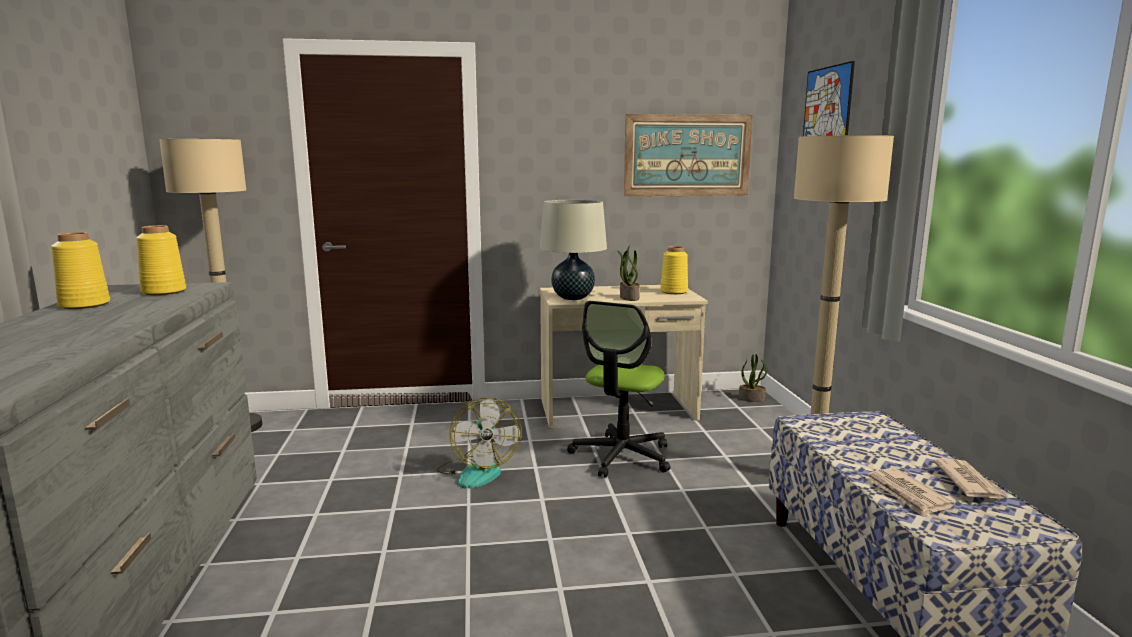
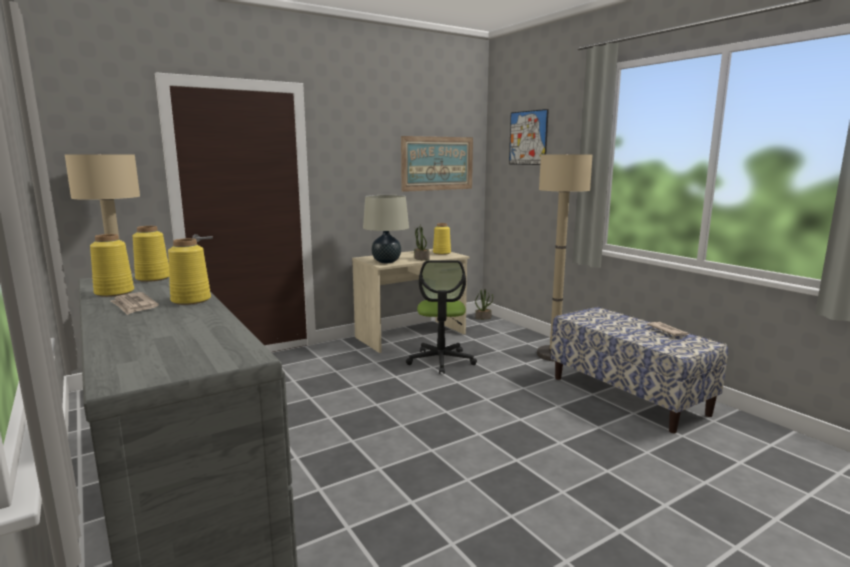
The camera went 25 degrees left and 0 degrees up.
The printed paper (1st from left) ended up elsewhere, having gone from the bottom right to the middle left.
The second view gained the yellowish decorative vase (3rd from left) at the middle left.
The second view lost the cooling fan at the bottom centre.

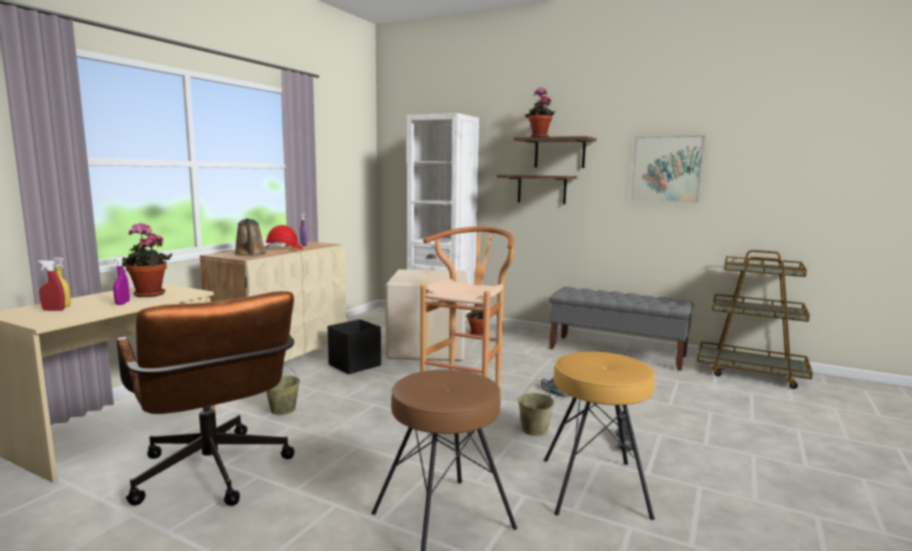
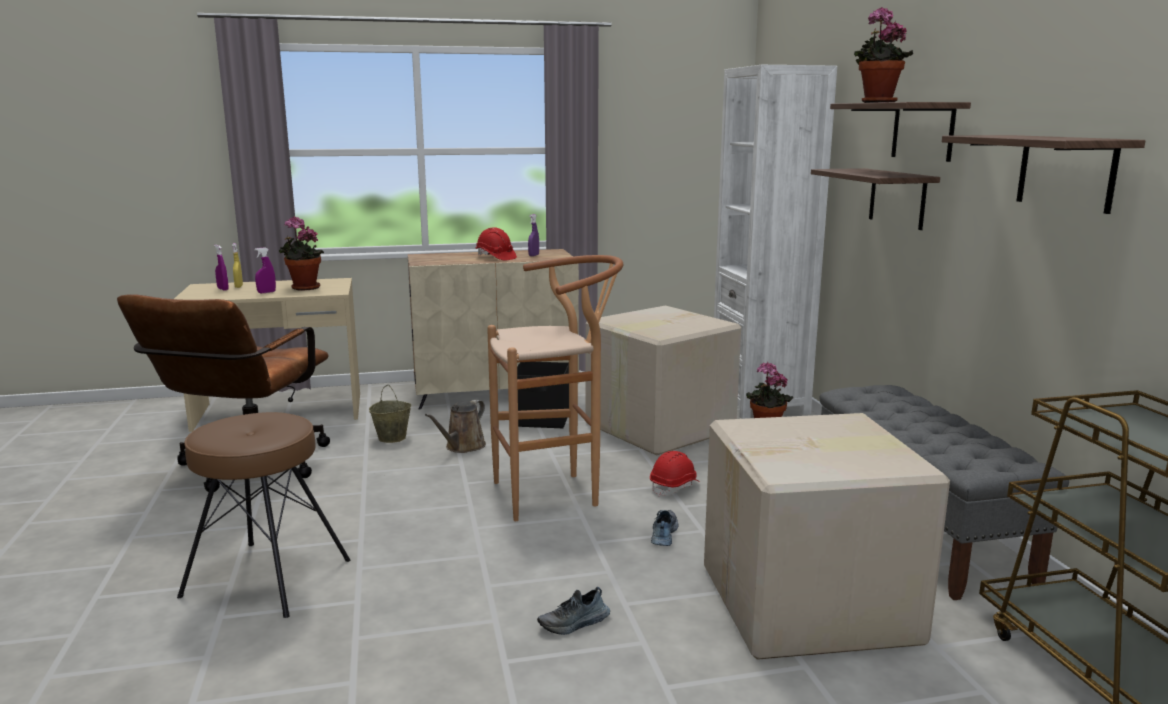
The camera went 50 degrees right and 5 degrees up.
What was the reddish sprayer at the middle left turned into the purplish sprayer (1st from left) at the middle left.
The brownish sprinkling can ended up elsewhere, having gone from the middle left to the centre.
The second view gained the reddish hard hat (2nd from left) at the bottom centre.
The second view gained the cardboard box (2nd from left) at the bottom right.
Where the picture hung at the top right, the shelf (3rd from left) came to hang at the top right.
The second view lost the beige water bucket (2nd from left) at the bottom centre.
The second view lost the brownish stool (3rd from left) at the bottom centre.

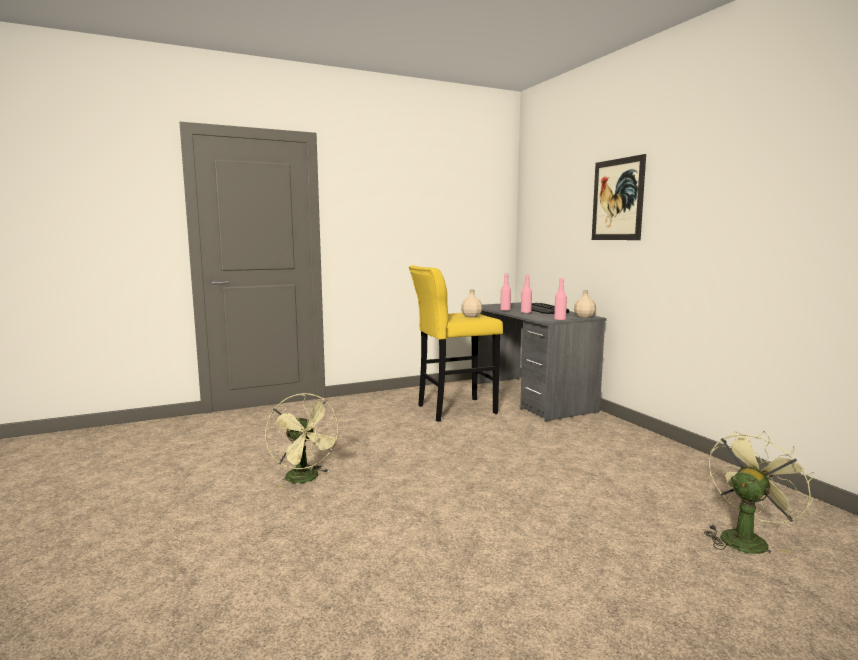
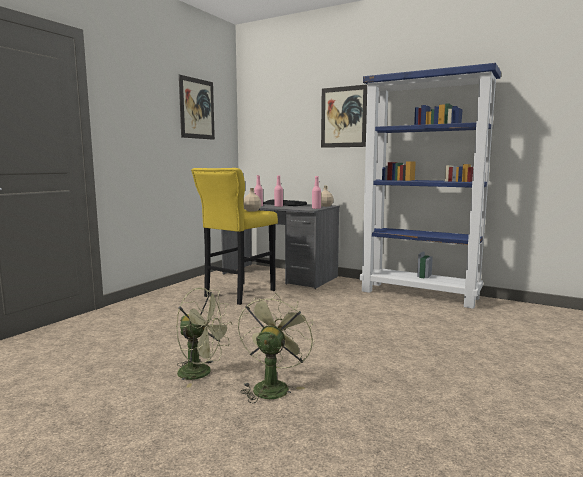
The camera went 35 degrees left and 0 degrees up.
The second view gained the picture (1st from left) at the top centre.
The green cooling fan (2nd from left) ended up elsewhere, having gone from the bottom right to the bottom centre.
The second view gained the bluish shelving unit at the middle right.

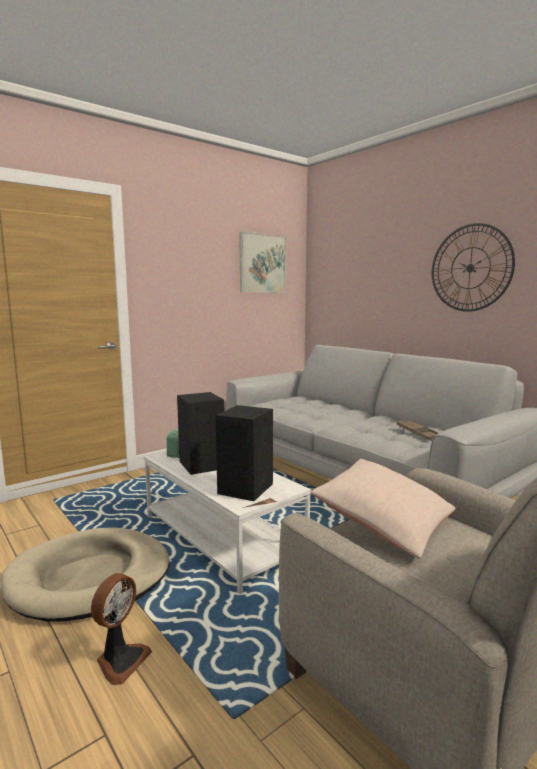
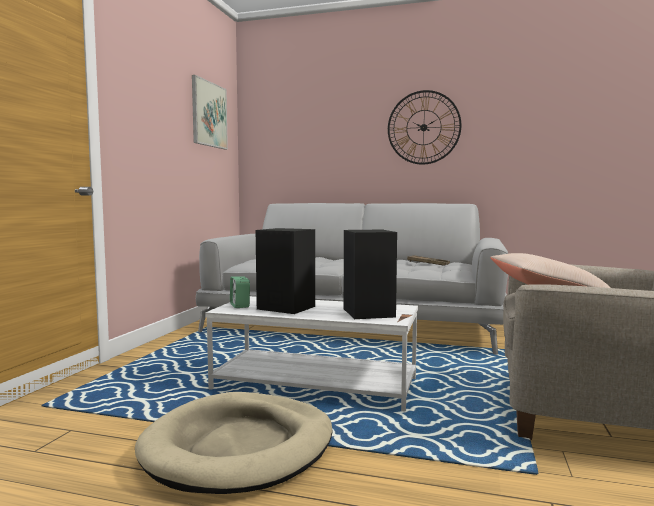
The camera went 35 degrees left and 5 degrees down.
The second view lost the cooling fan at the bottom left.

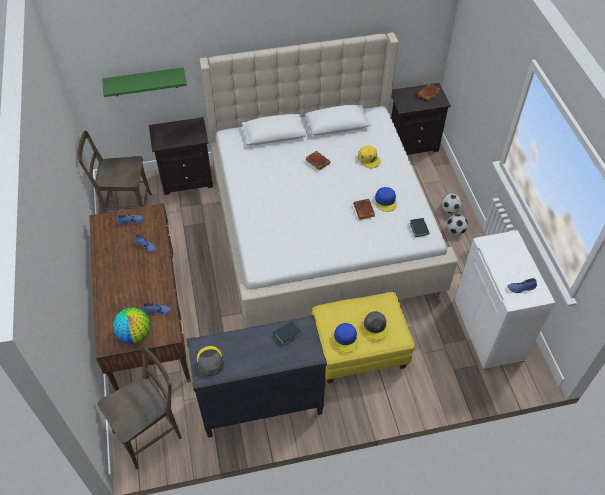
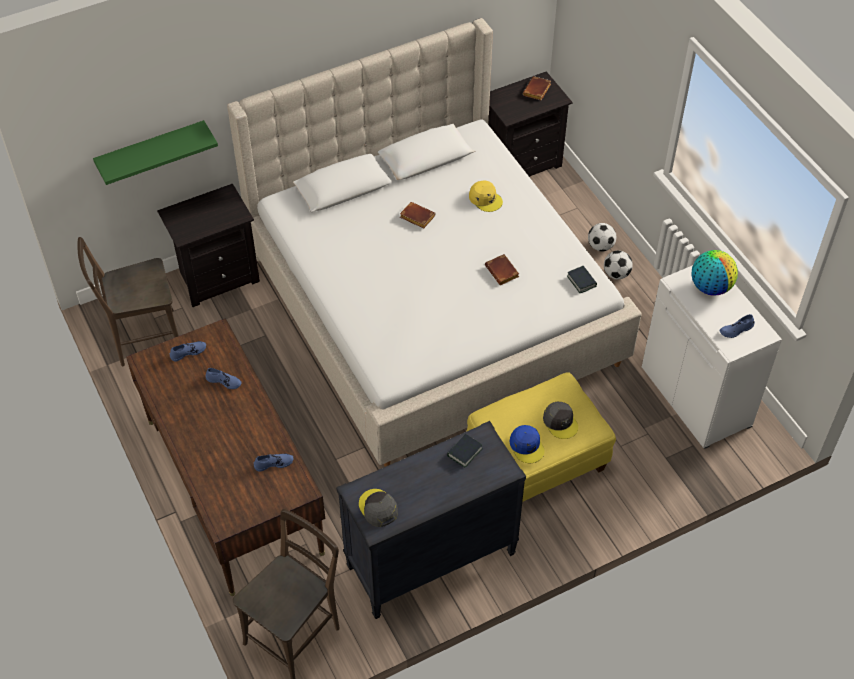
The camera went 15 degrees left and 0 degrees up.
The world globe ended up elsewhere, having gone from the middle left to the middle right.
The second view lost the bluish peaked cap (2nd from left) at the centre.

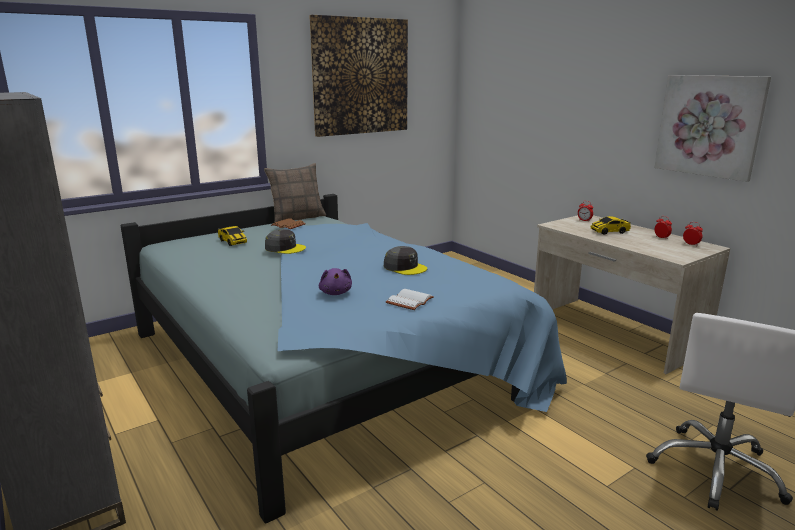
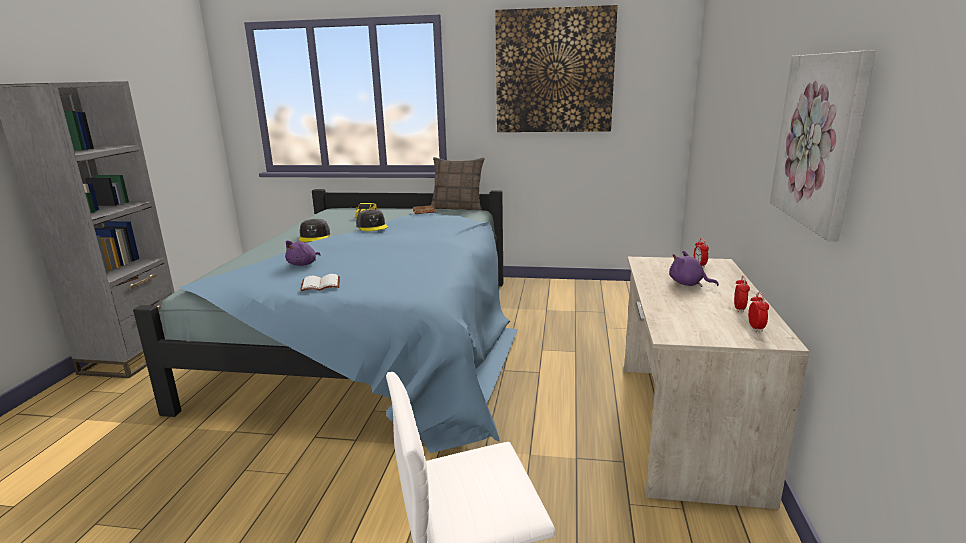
The camera went 45 degrees right and 0 degrees up.
The greyish peaked cap (2nd from left in the first image) ended up elsewhere, having gone from the centre to the middle left.
Where the miniature car (2nd from left) stood at the middle right, the purplish plush toy (2nd from left) came to stand at the middle right.

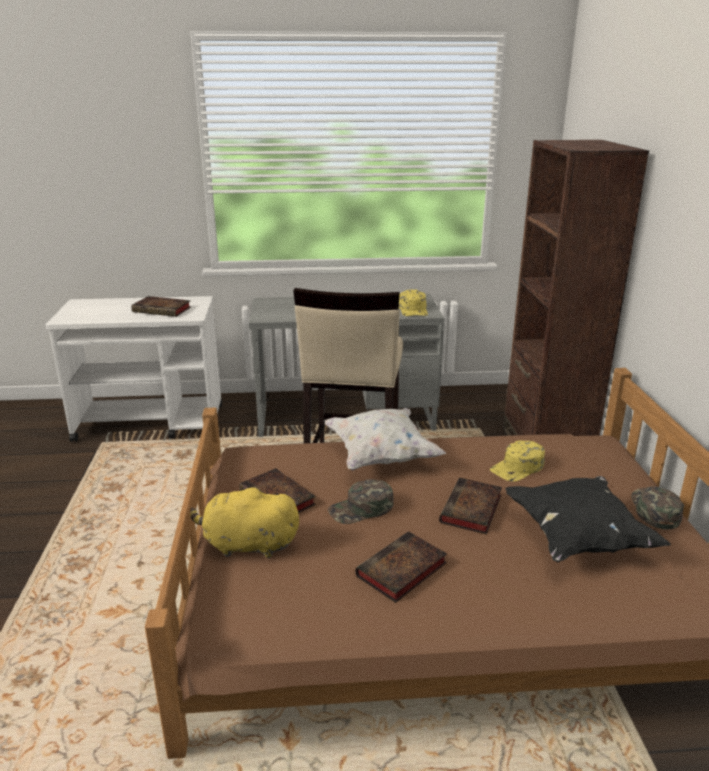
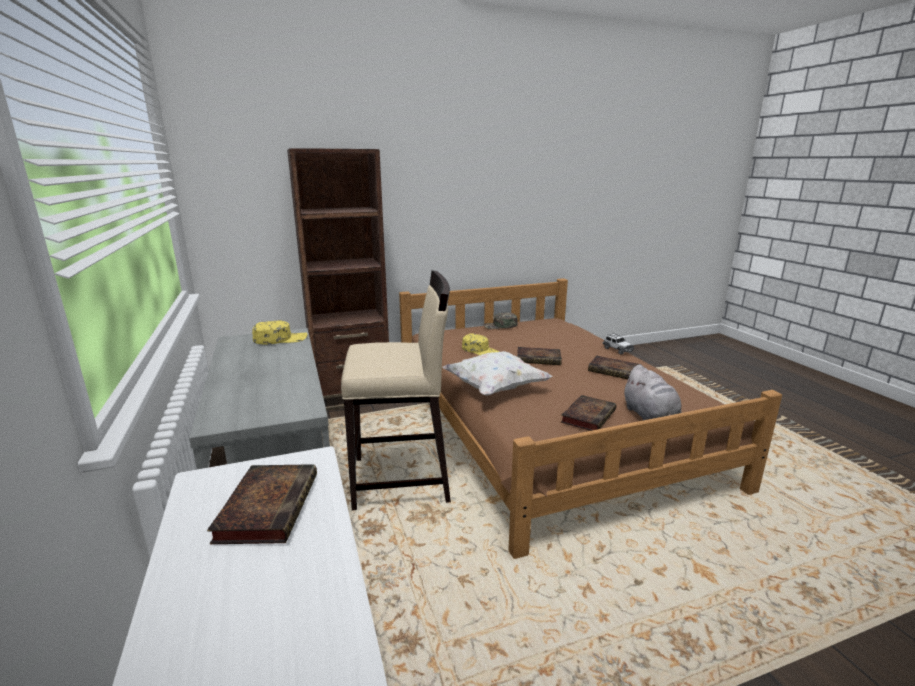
The camera went 105 degrees left and 5 degrees down.
The second view gained the miniature car at the middle right.
What was the yellowish plush toy at the bottom centre turned into the greyish plush toy at the middle right.
The second view lost the green peaked cap (1st from left) at the centre.
The second view lost the blackish throw pillow at the bottom right.

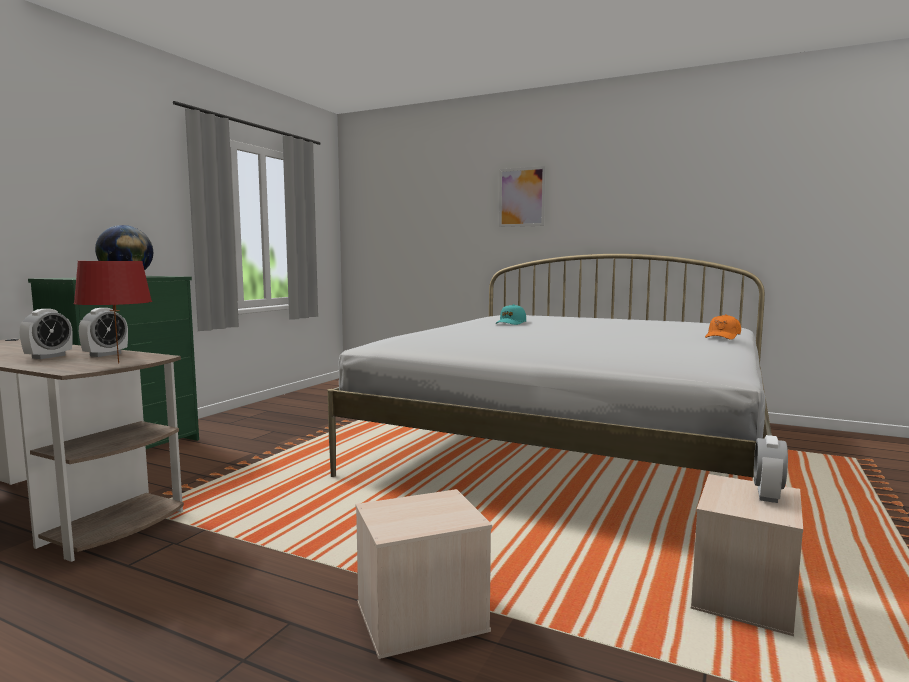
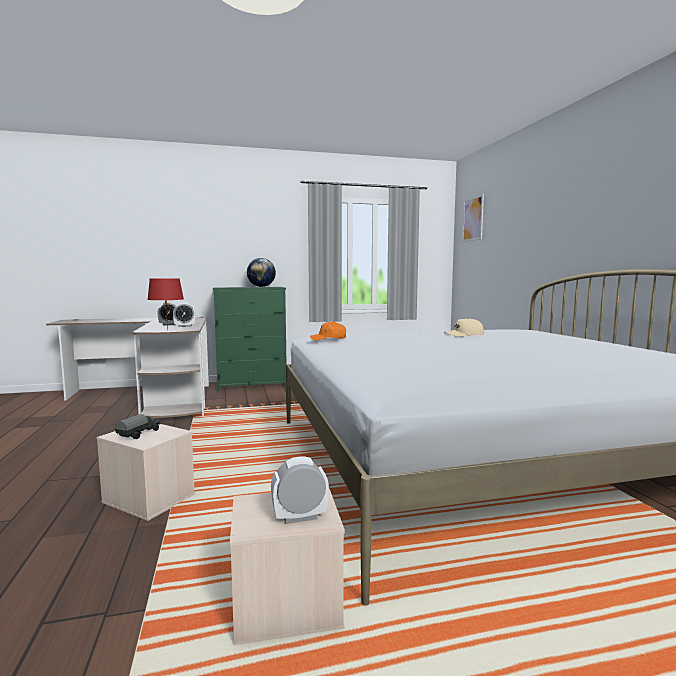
The camera went 50 degrees right and 0 degrees up.
The second view gained the toy truck at the middle left.
The orange peaked cap ended up elsewhere, having gone from the middle right to the centre.
What was the turquoise-coloured peaked cap at the centre turned into the beige peaked cap at the middle right.
The picture ended up elsewhere, having gone from the top centre to the top right.

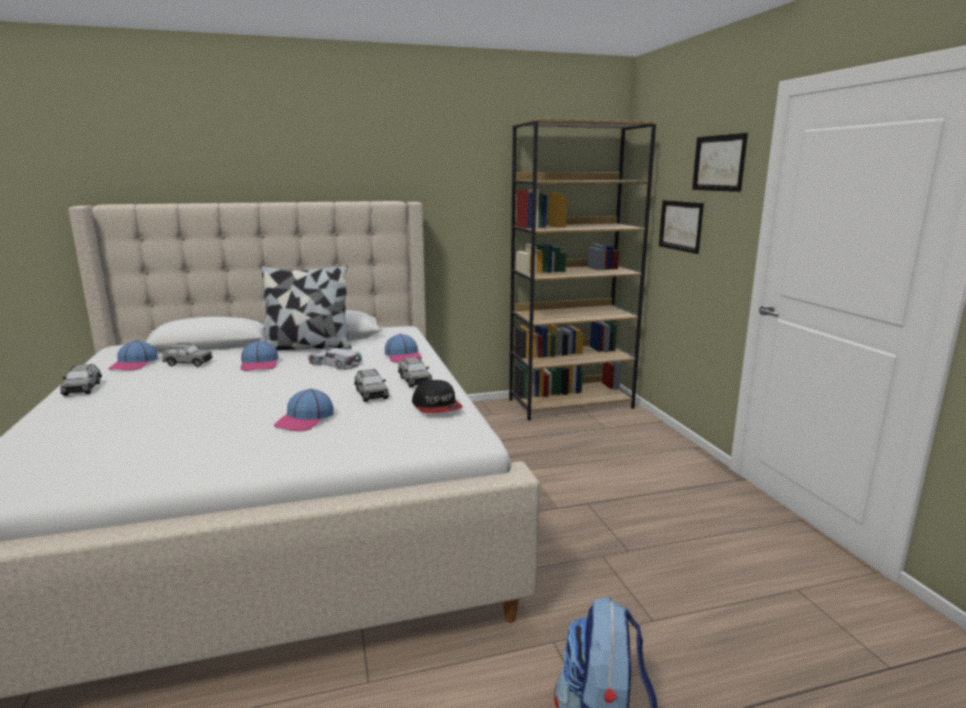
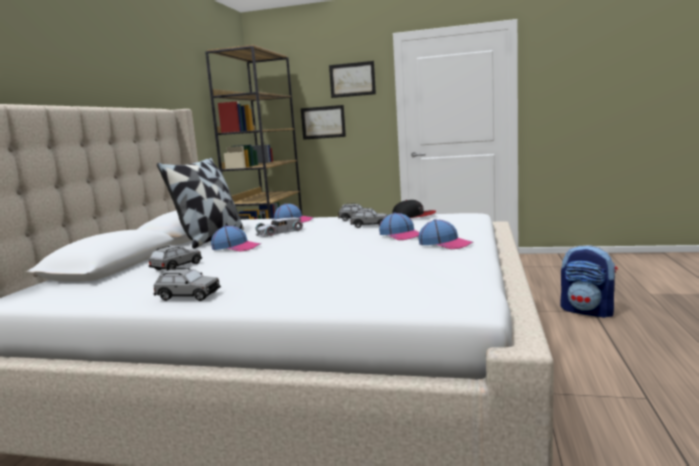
The camera went 60 degrees left and 5 degrees down.
The peaked cap (1st from left in the first image) ended up elsewhere, having gone from the middle left to the centre.

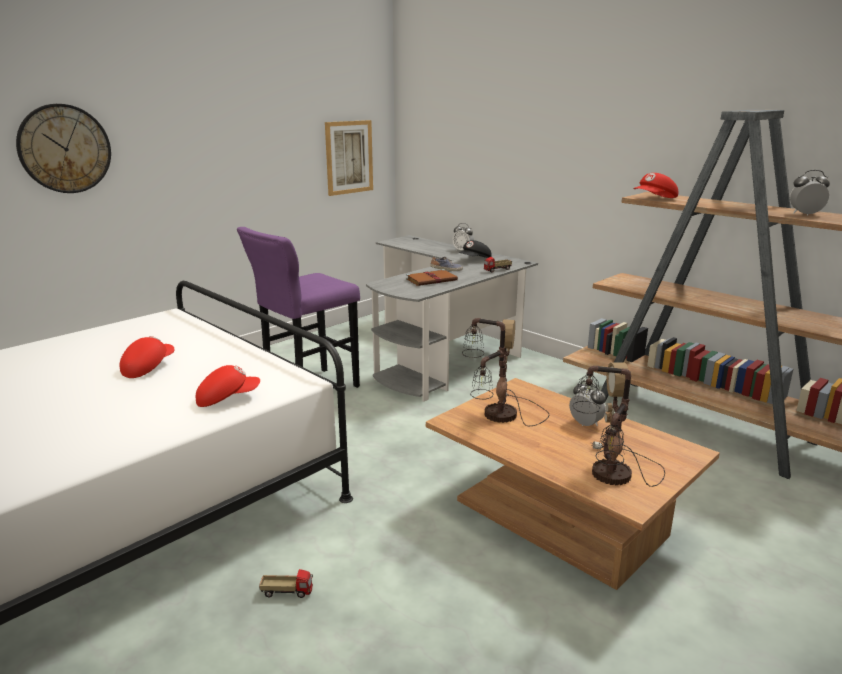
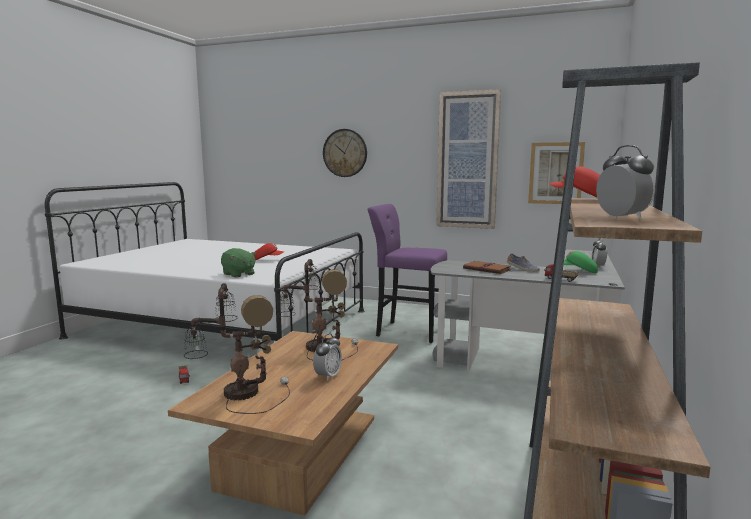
The camera went 65 degrees right and 10 degrees down.
Where the reddish peaked cap (2nd from left) stood at the middle left, the green plush toy came to stand at the middle left.
The second view gained the picture (1st from left) at the top centre.
What was the blackish peaked cap at the centre turned into the green peaked cap at the middle right.

